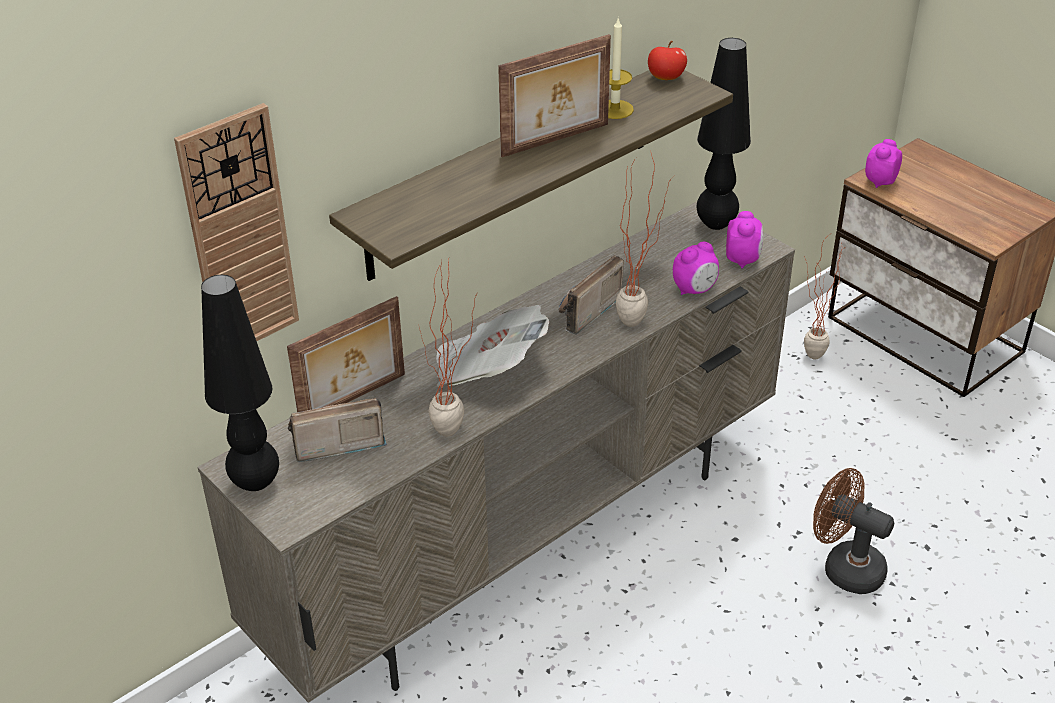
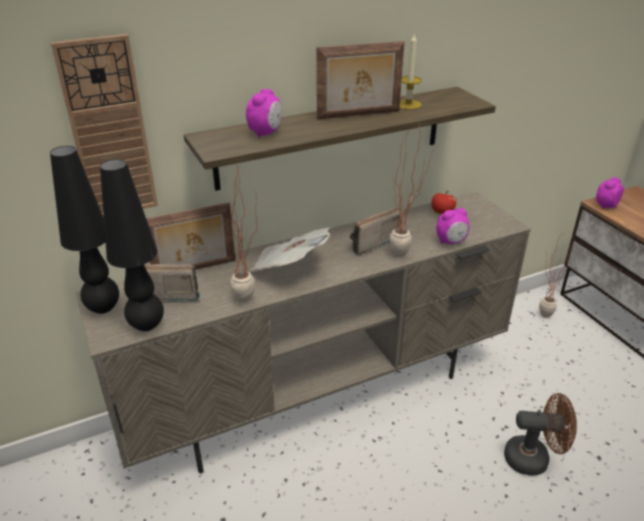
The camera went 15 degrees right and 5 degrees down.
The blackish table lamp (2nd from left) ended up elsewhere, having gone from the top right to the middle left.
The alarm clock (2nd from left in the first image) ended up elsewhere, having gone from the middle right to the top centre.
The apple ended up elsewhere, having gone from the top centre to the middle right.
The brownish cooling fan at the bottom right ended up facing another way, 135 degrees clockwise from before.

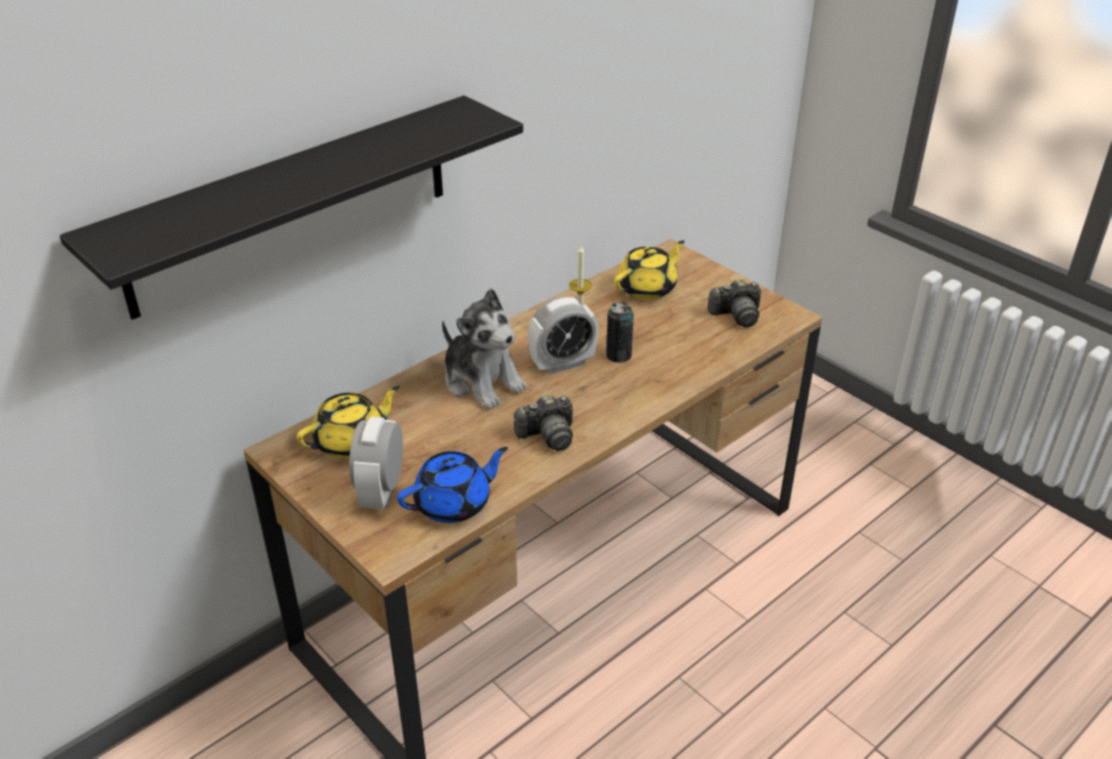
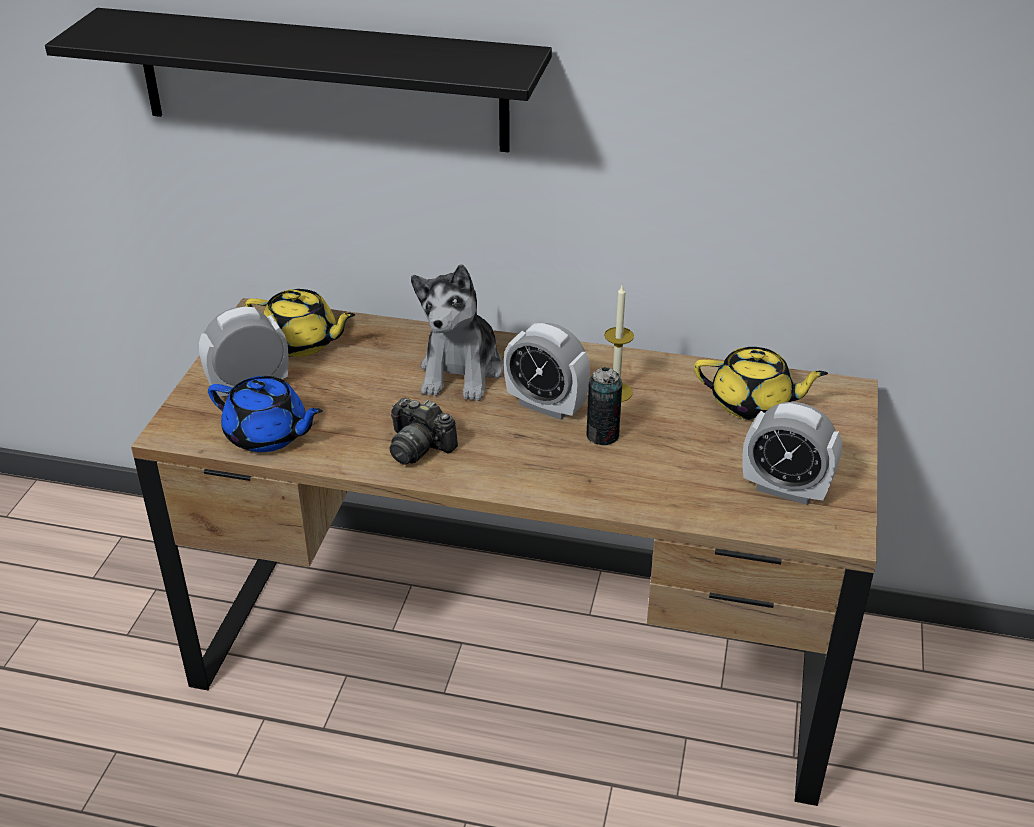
The camera went 55 degrees right and 0 degrees up.
Where the still camera (2nd from left) stood at the centre, the alarm clock (3rd from left) came to stand at the middle right.

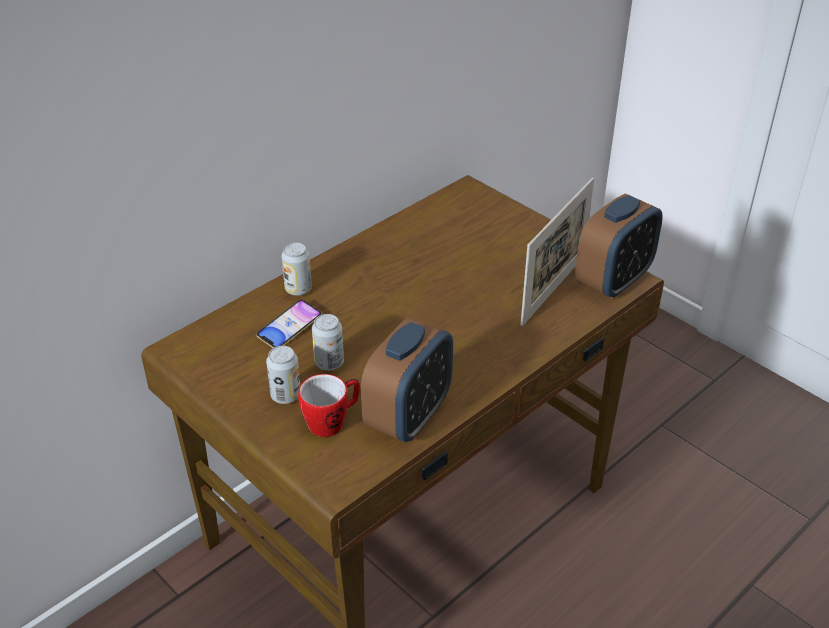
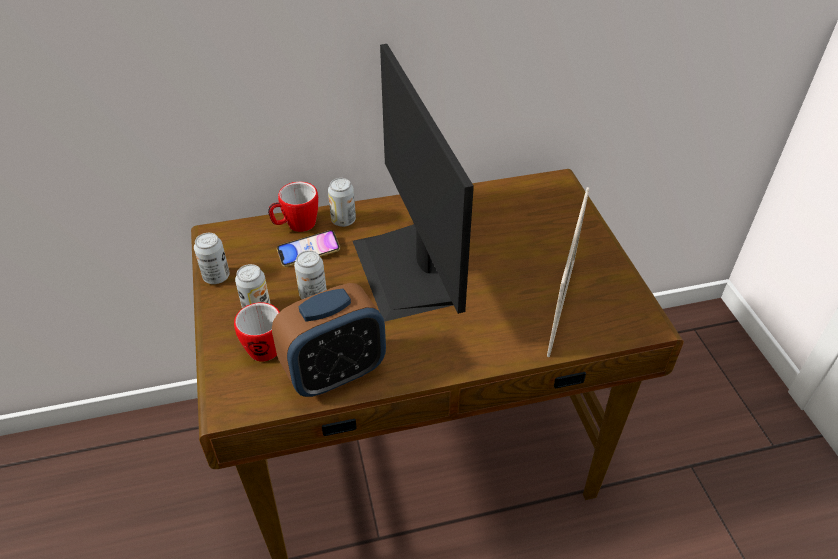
The camera went 30 degrees right and 5 degrees up.
The second view gained the metal can (1st from left) at the middle left.
The second view gained the coffee mug (2nd from left) at the centre.
The second view gained the computer display at the top centre.
The photo frame at the middle right ended up facing another way, 45 degrees counterclockwise from before.
The second view lost the alarm clock (2nd from left) at the middle right.

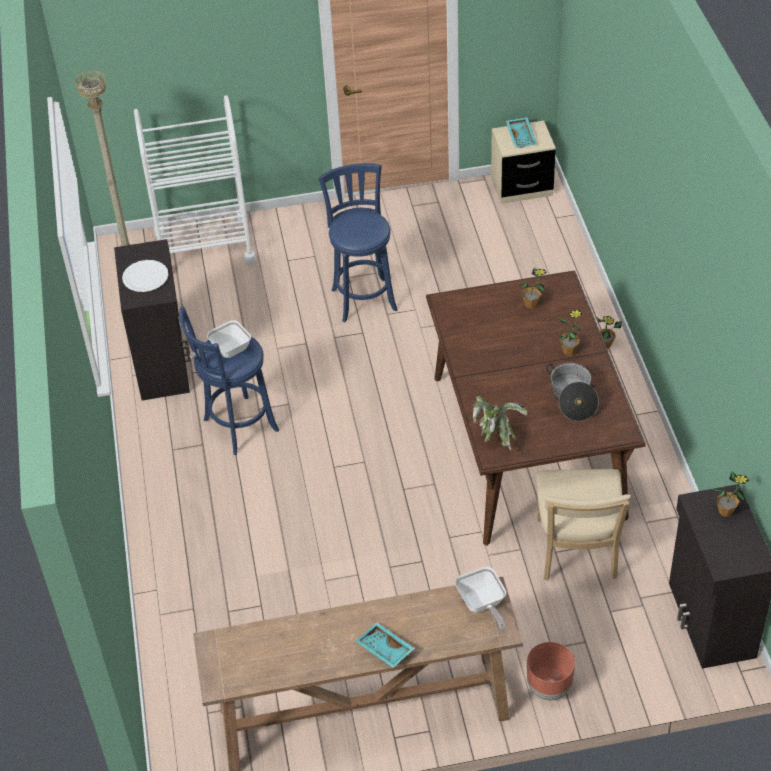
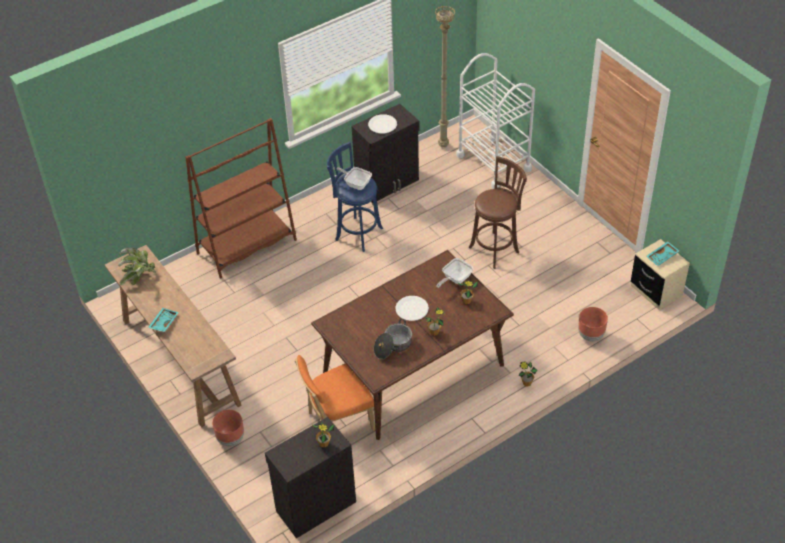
The camera went 65 degrees right and 0 degrees up.
The potted plant (1st from left) ended up elsewhere, having gone from the centre to the middle left.
The second view gained the brownish shelving unit at the middle left.
What was the beige plain chair at the bottom right turned into the orange plain chair at the bottom centre.
The second view gained the whitish plate (2nd from left) at the centre.
The pan (2nd from left) ended up elsewhere, having gone from the bottom centre to the centre.
What was the bluish stool (2nd from left) at the top centre turned into the brownish stool at the centre.
The second view gained the brownish flower pot (2nd from left) at the middle right.

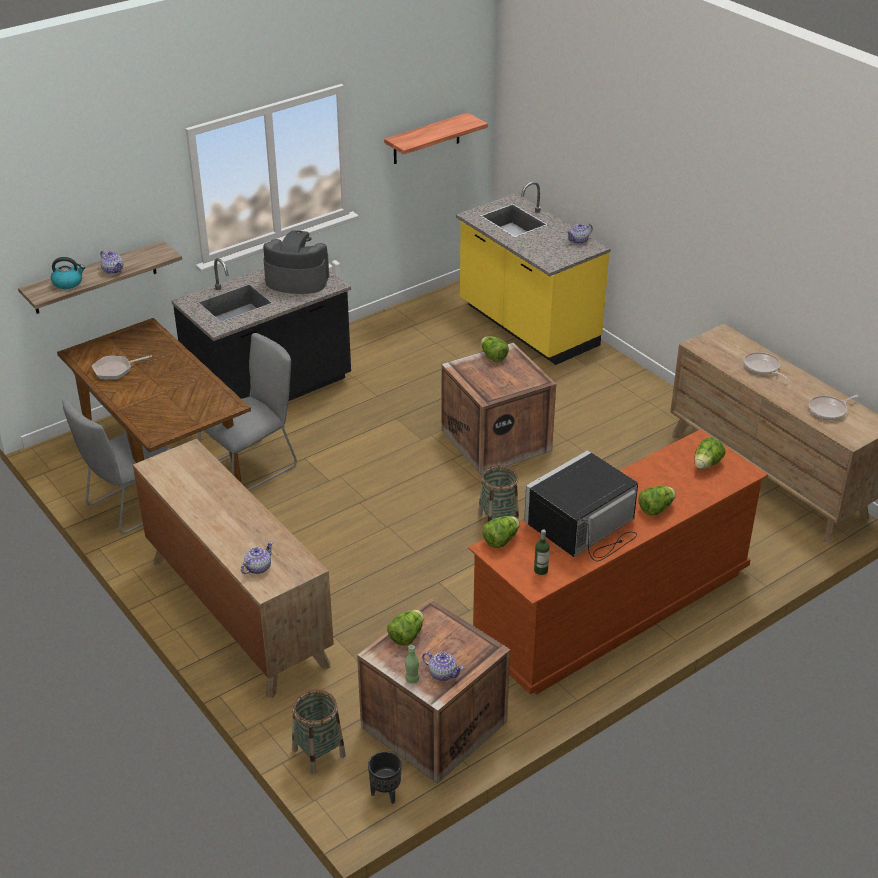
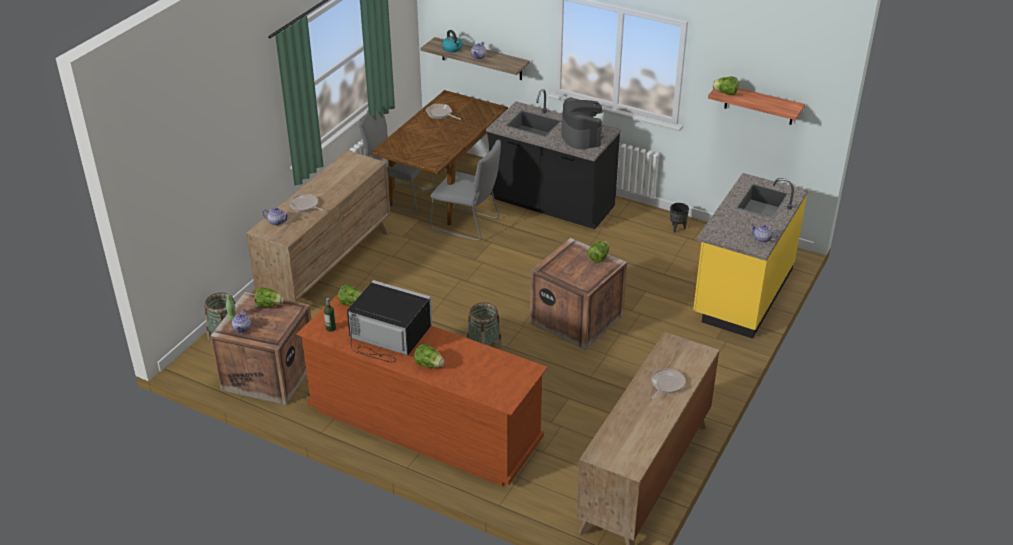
The camera went 65 degrees right and 0 degrees up.
The pan (3rd from left in the first image) ended up elsewhere, having gone from the middle right to the middle left.
The blackish flower pot ended up elsewhere, having gone from the bottom centre to the middle right.
The head of lettuce (5th from left) ended up elsewhere, having gone from the middle right to the top right.

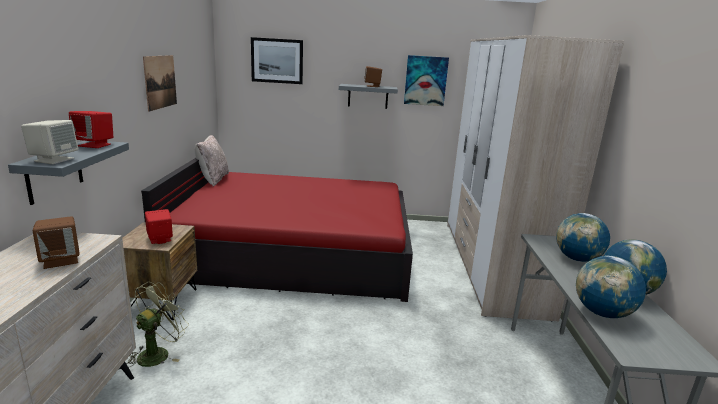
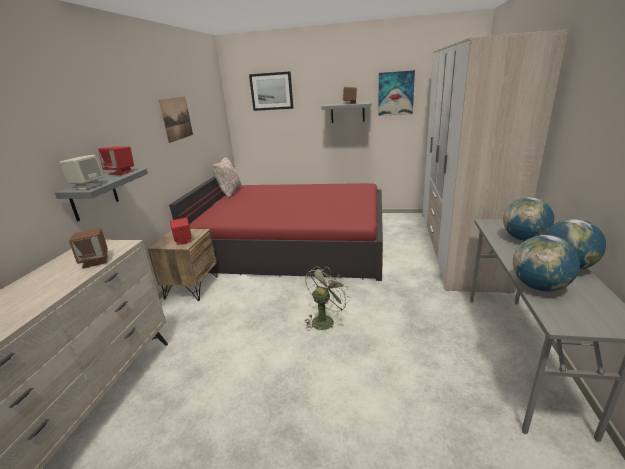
The camera went 10 degrees right and 5 degrees up.
The green cooling fan ended up elsewhere, having gone from the bottom left to the centre.

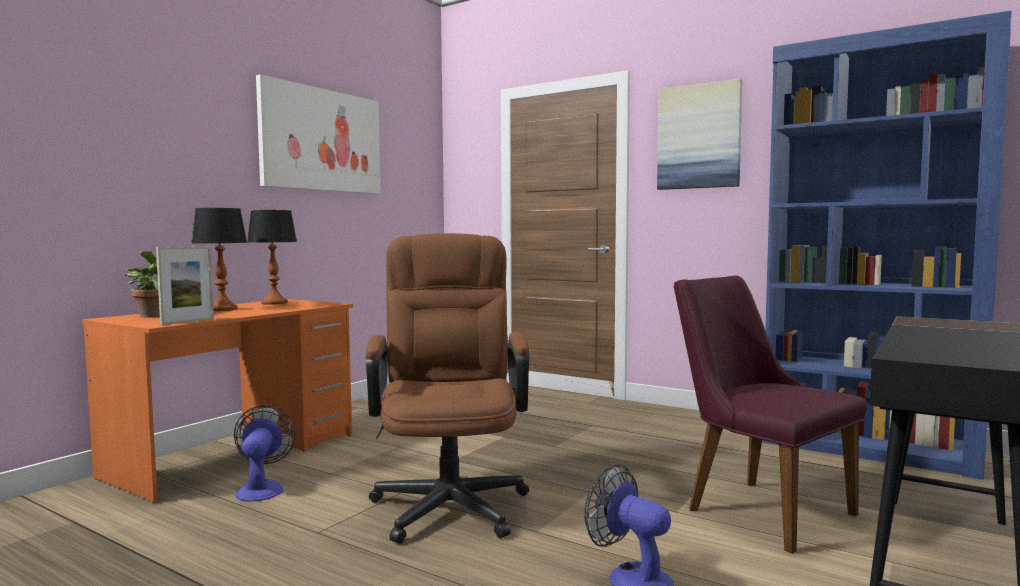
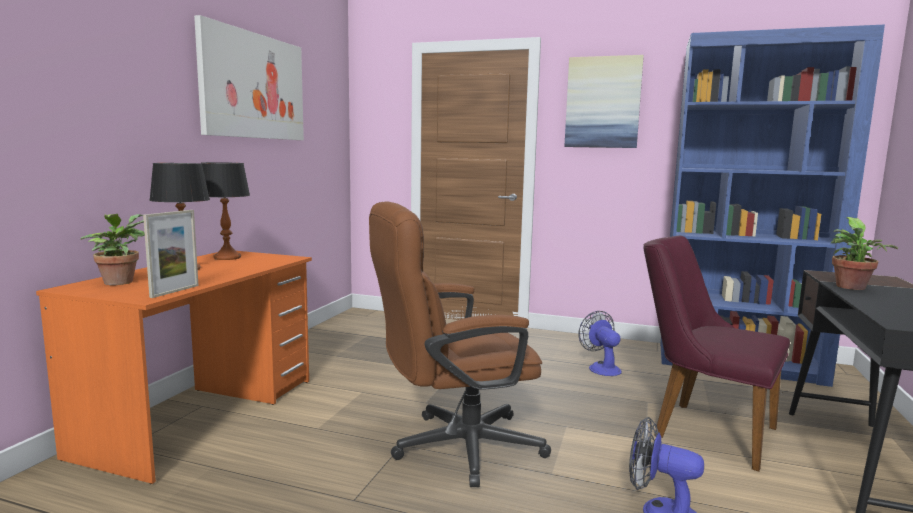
The camera went 15 degrees left and 5 degrees up.
The brownish desk chair at the centre ended up facing another way, 90 degrees counterclockwise from before.
The cooling fan (1st from left) ended up elsewhere, having gone from the bottom left to the bottom centre.
The second view gained the potted plant (2nd from left) at the middle right.

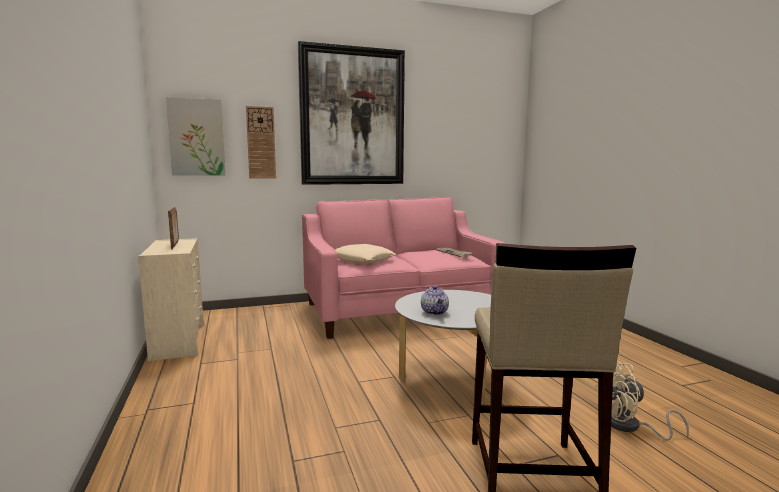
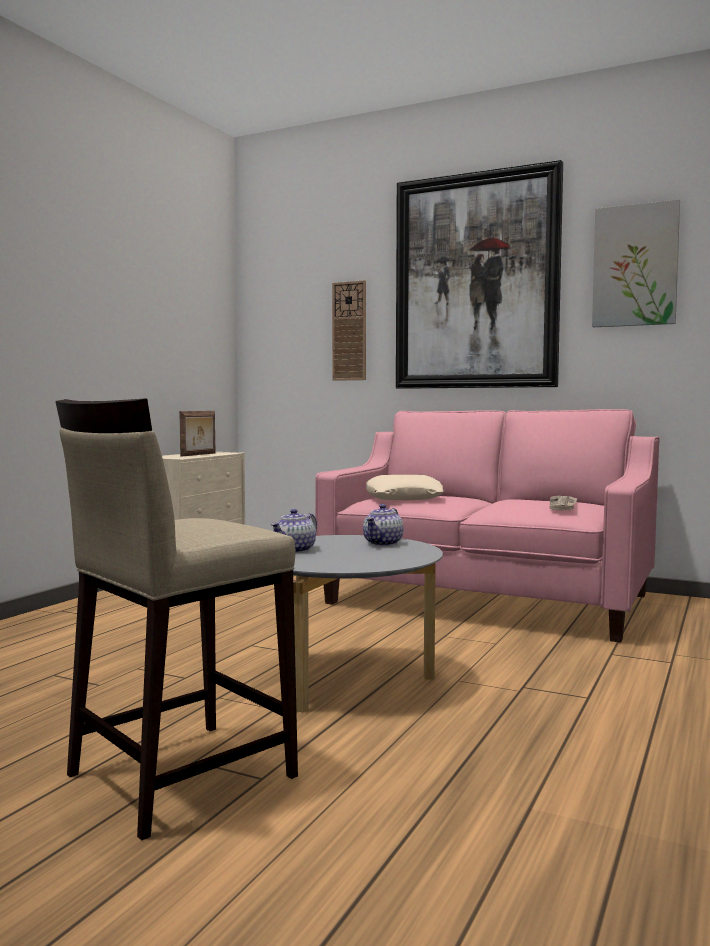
The camera went 45 degrees right and 5 degrees down.
The second view gained the tea pot (2nd from left) at the centre.
The picture (1st from left in the first image) ended up elsewhere, having gone from the top left to the top right.
The second view lost the beige cooling fan at the bottom right.

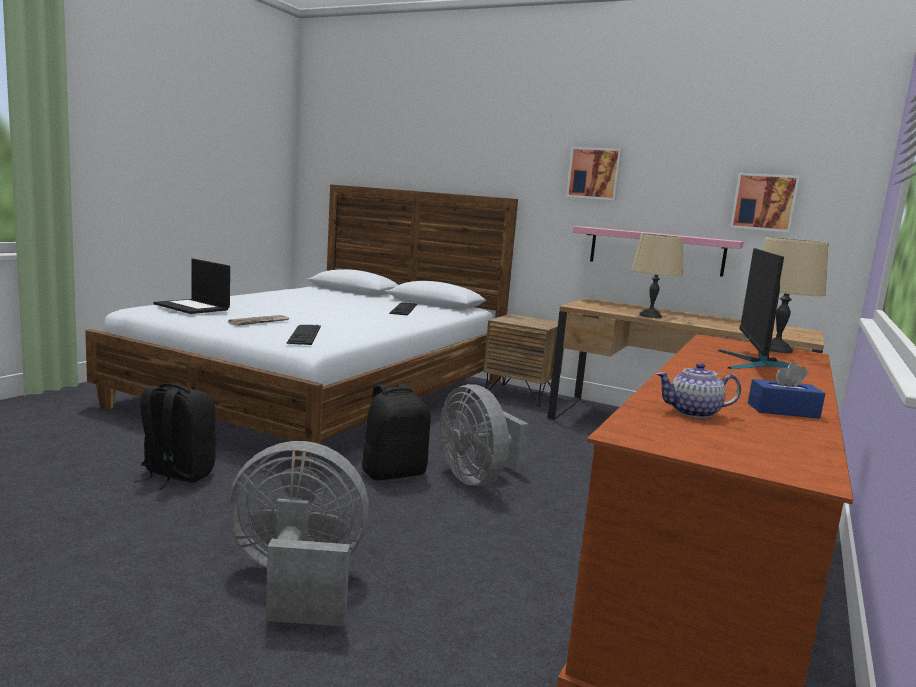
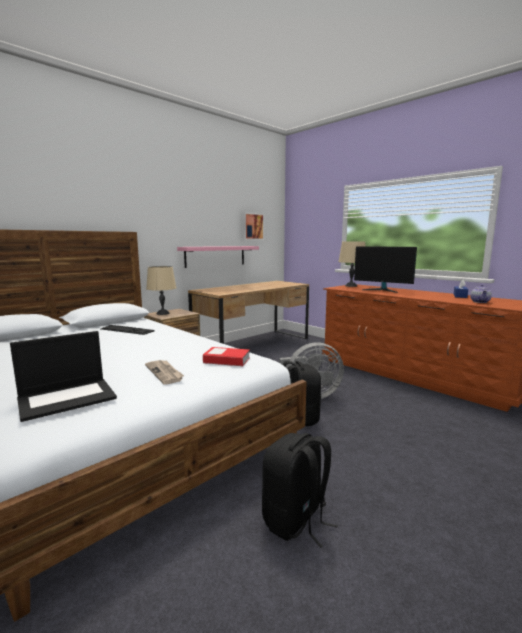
The camera went 70 degrees left and 0 degrees up.
The beige table lamp (1st from left) ended up elsewhere, having gone from the middle right to the middle left.
Where the keyboard (1st from left) stood at the middle left, the bound book came to stand at the centre.
The second view lost the greyish cooling fan (1st from left) at the bottom left.
The second view lost the picture (1st from left) at the top centre.

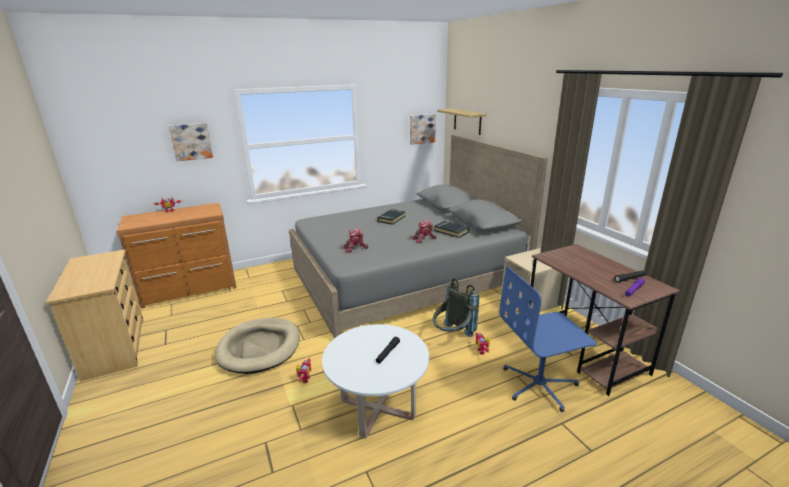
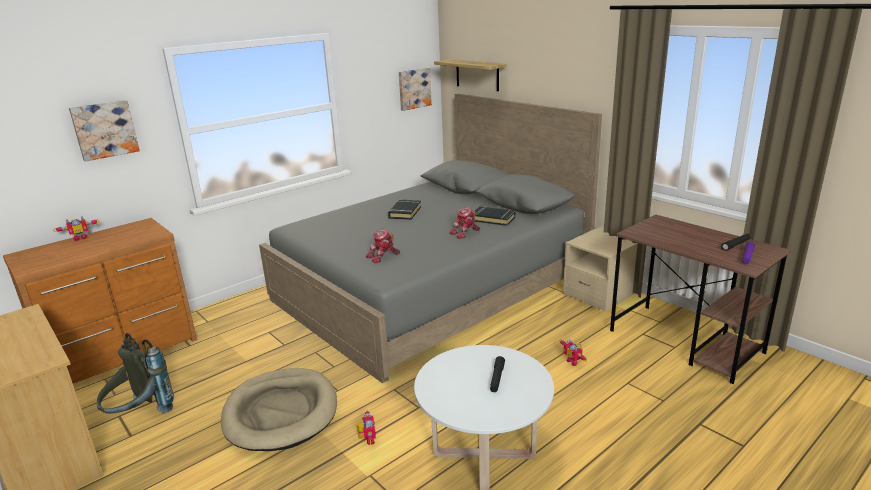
The camera went 15 degrees left and 0 degrees up.
The greyish rucksack ended up elsewhere, having gone from the centre to the bottom left.
The second view lost the bluish desk chair at the bottom right.

